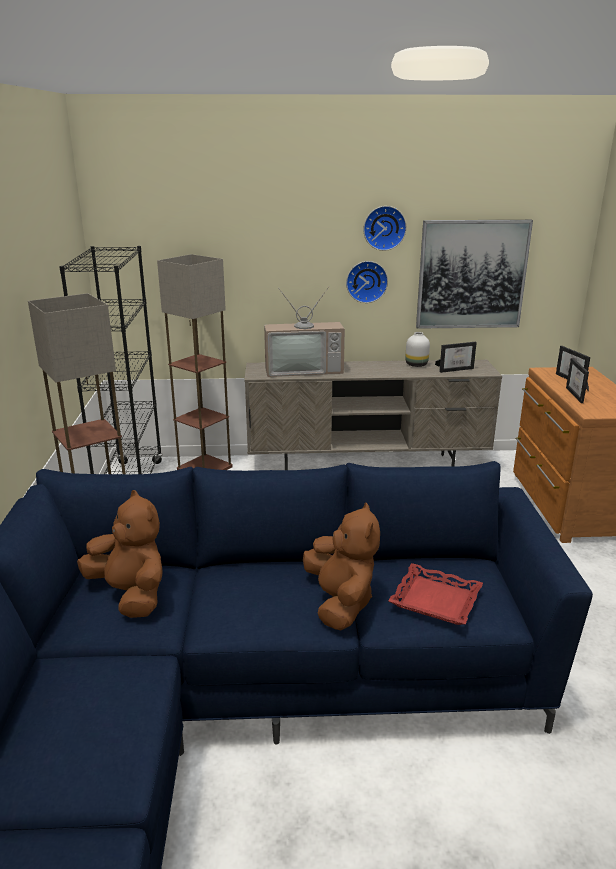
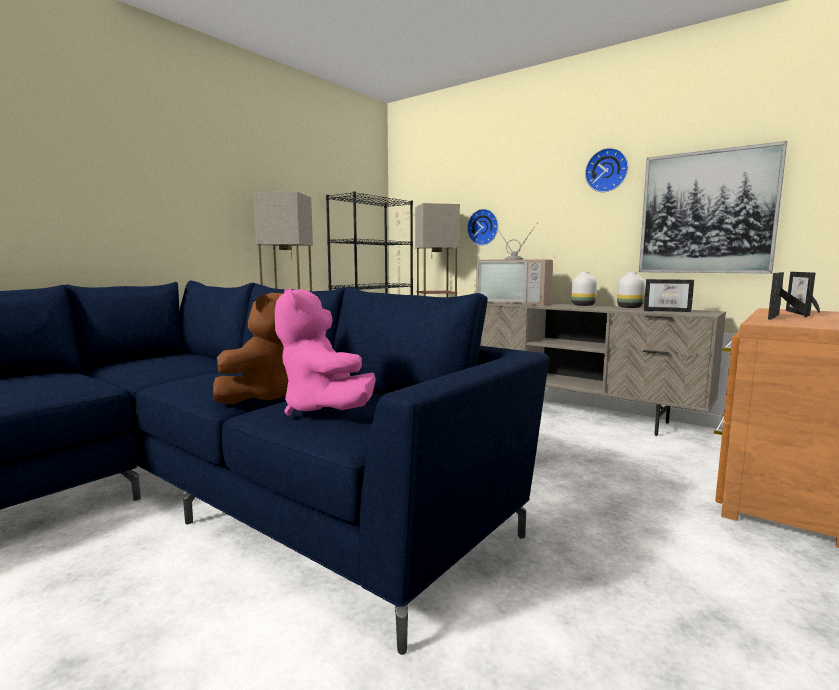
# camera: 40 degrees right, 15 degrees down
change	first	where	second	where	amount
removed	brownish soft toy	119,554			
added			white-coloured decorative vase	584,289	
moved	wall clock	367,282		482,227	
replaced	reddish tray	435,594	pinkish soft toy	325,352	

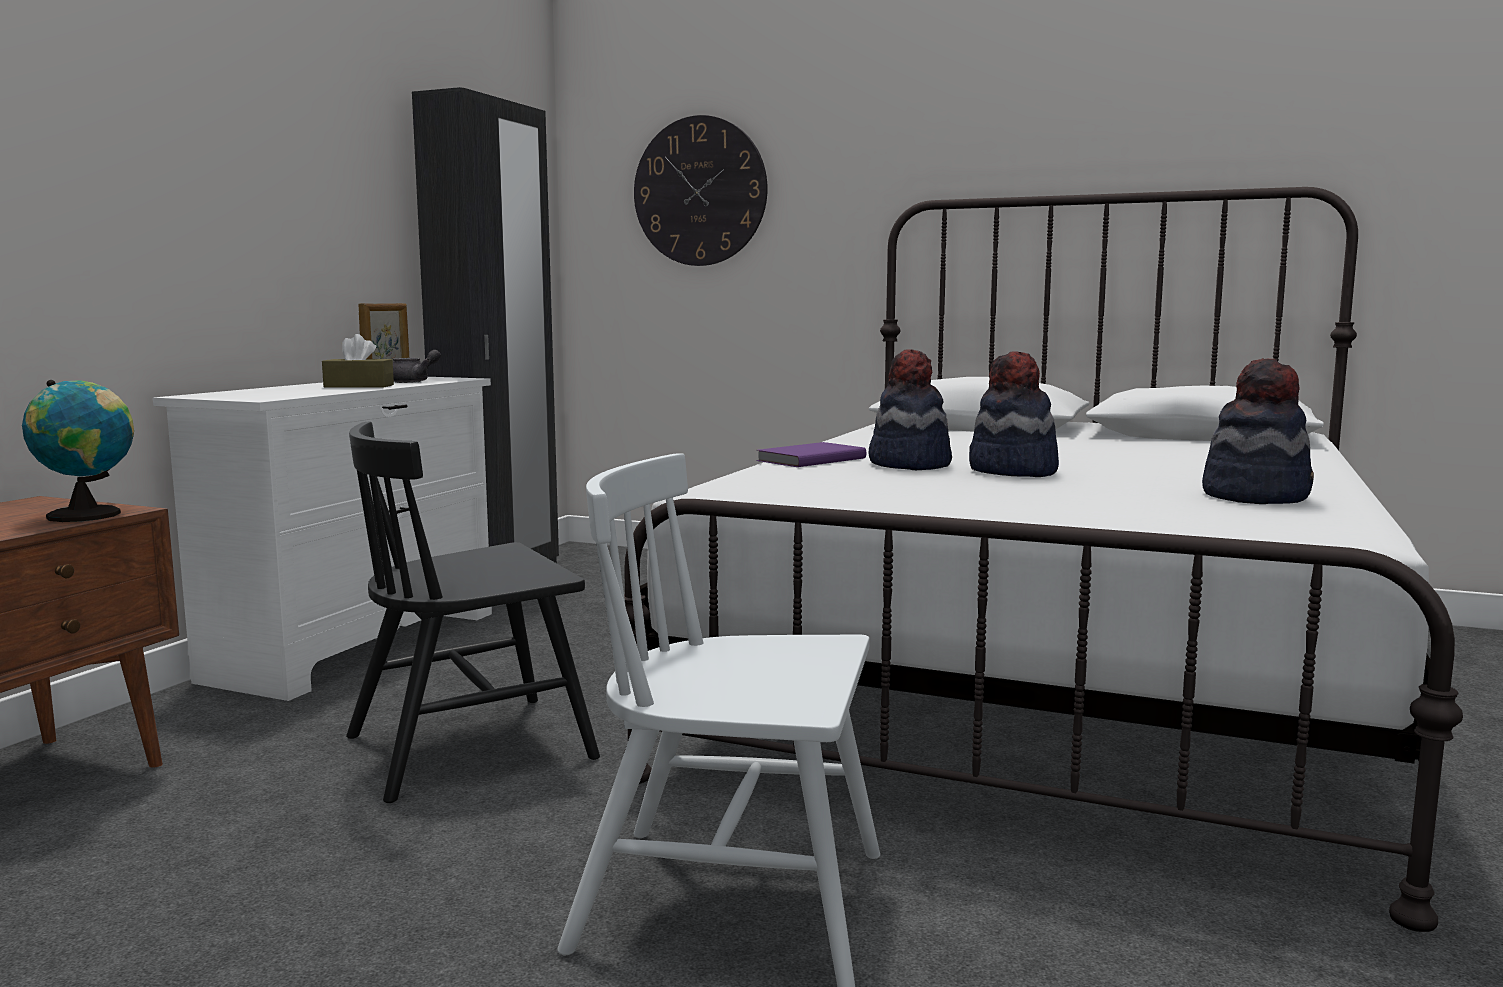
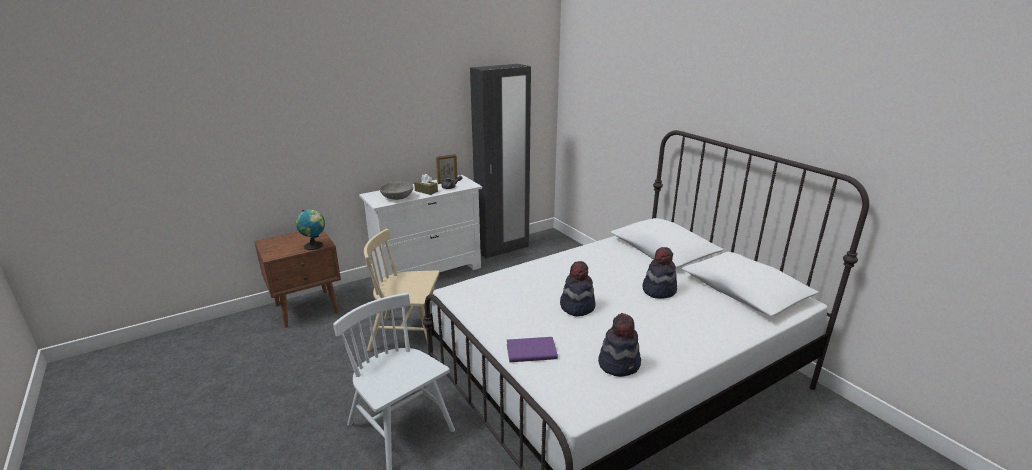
# camera: 35 degrees right, 15 degrees up
change	first	where	second	where	amount
removed	wall clock	700,190			
added			greyish bowl	396,191	
moved	purplish book	811,454		532,349	
moved	hat	910,409		659,273	
recoloured	black-coloured plain chair	473,612	beige-coloured plain chair	401,291	

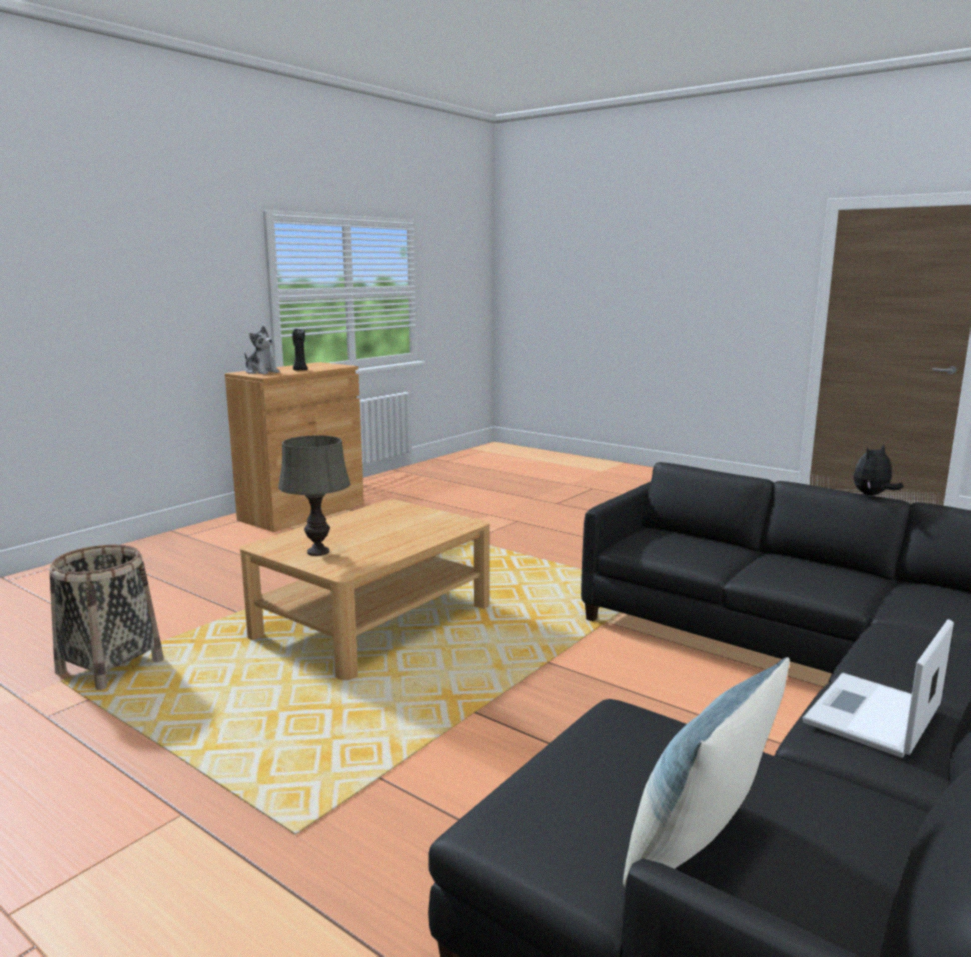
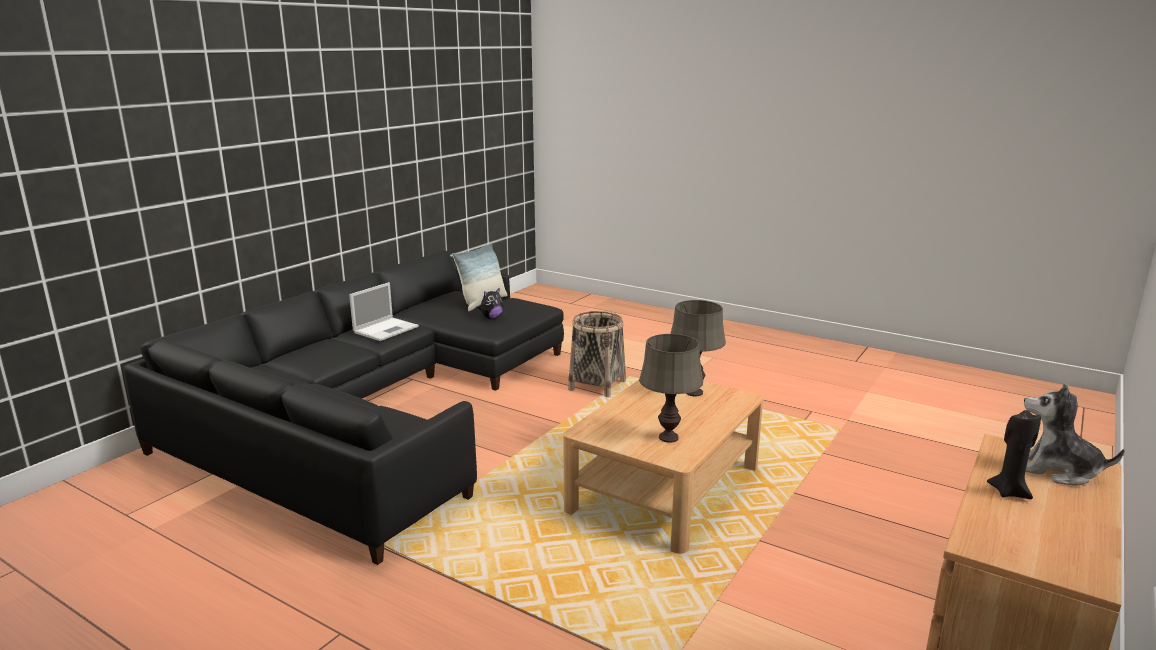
# camera: 175 degrees right, 5 degrees up
change	first	where	second	where	amount
added			greyish lamp for a table	671,388	
moved	storage basket	106,617		597,354	
moved	soft toy	878,469		491,303	

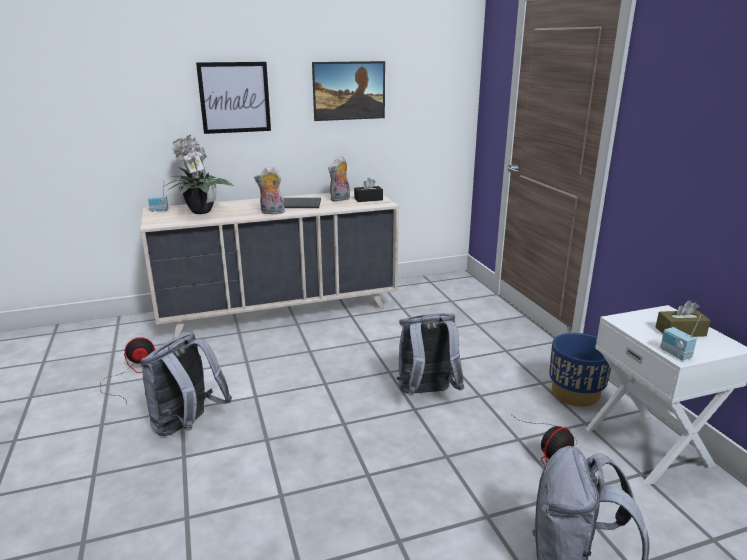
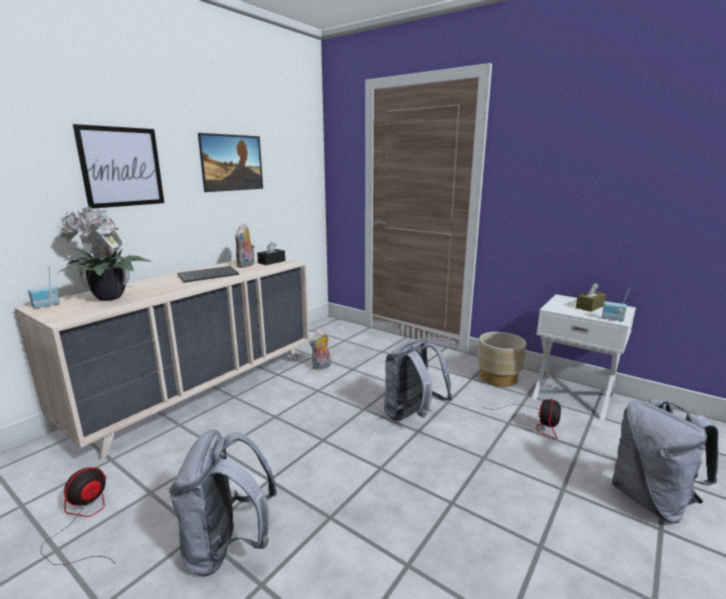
# camera: 35 degrees left, 5 degrees down
change	first	where	second	where	amount
moved	soft toy	269,190		320,350	
recoloured	blue planter	580,370	beige-coloured planter	502,359	

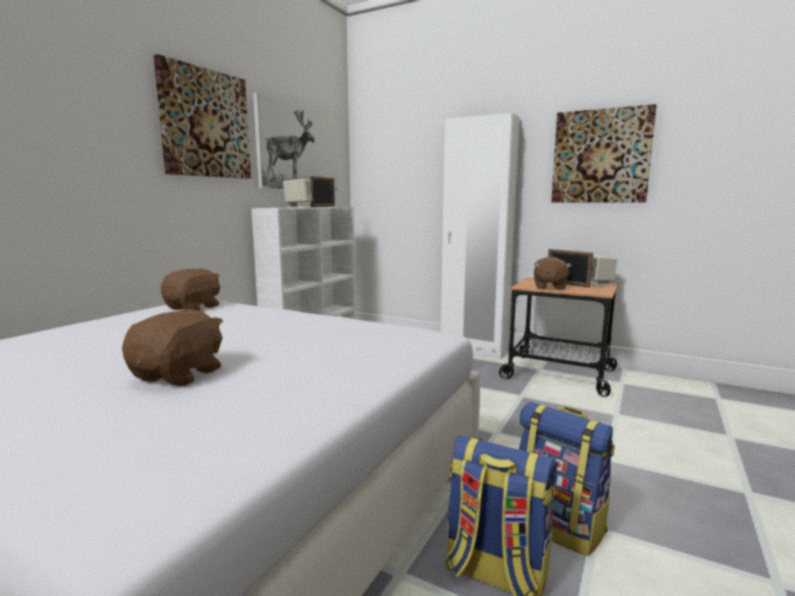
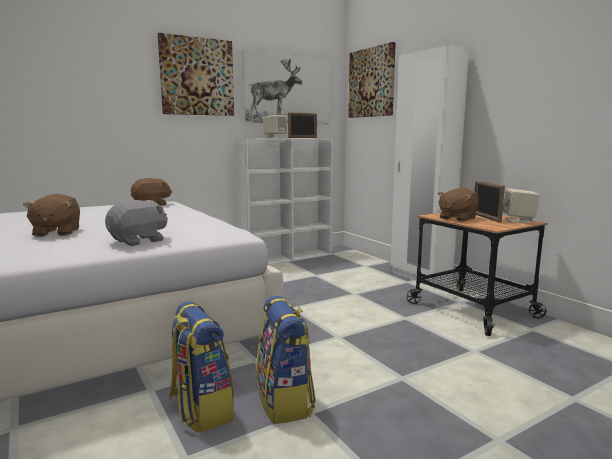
# camera: 30 degrees right, 0 degrees up
change	first	where	second	where	amount
added			greyish soft toy	136,223	
moved	wall picture	604,153		372,80	
turned	brownish soft toy	172,347		51,215	120 degrees clockwise

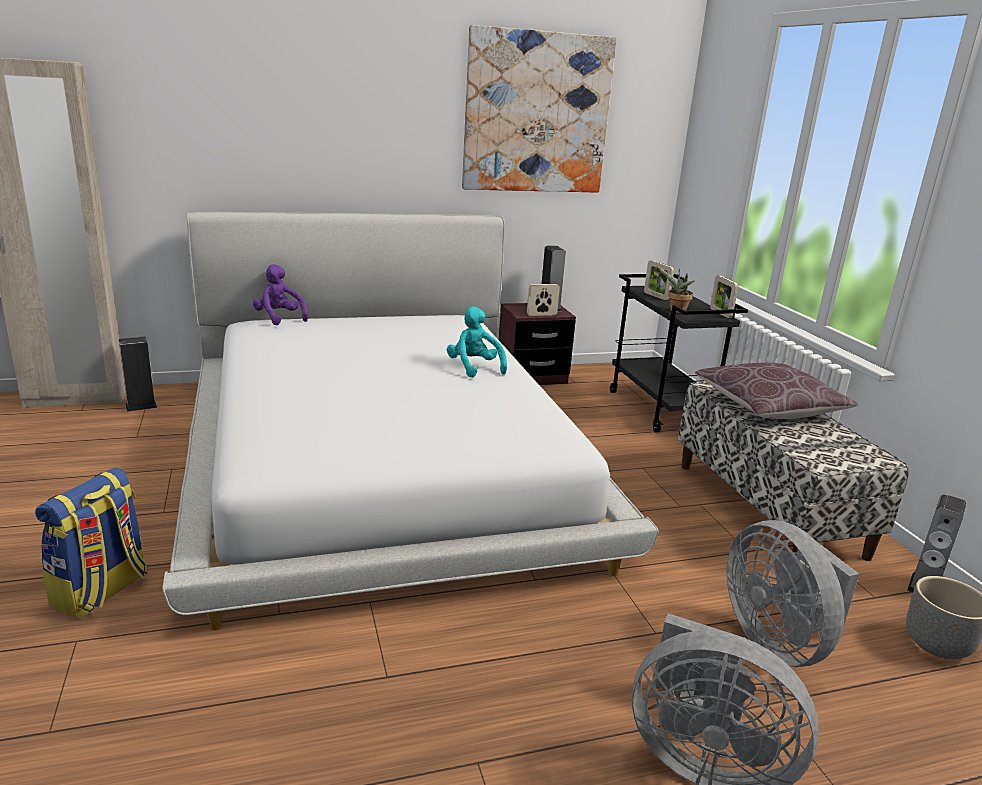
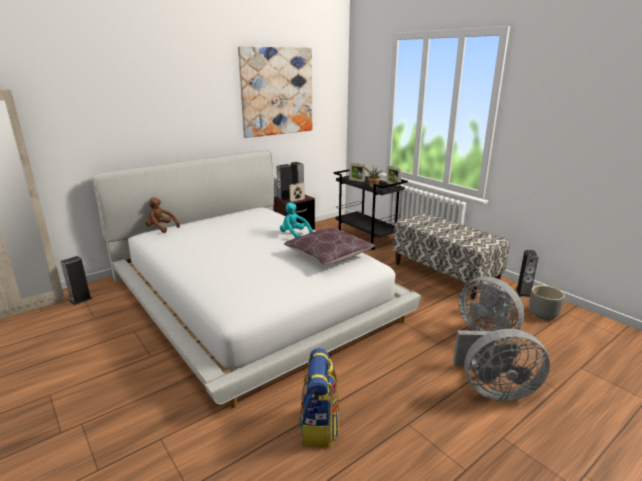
# camera: 20 degrees left, 0 degrees up
change	first	where	second	where	amount
added			loudspeaker	284,182	
moved	backpack	91,543		319,397	
moved	brownish pillow	777,390		329,246	
recoloured	purplish soft toy	280,294	brownish soft toy	162,215	

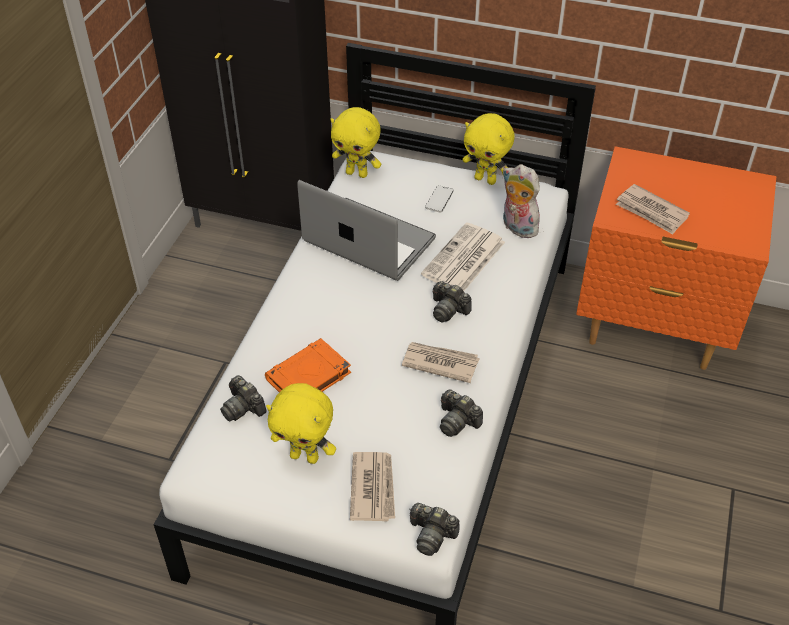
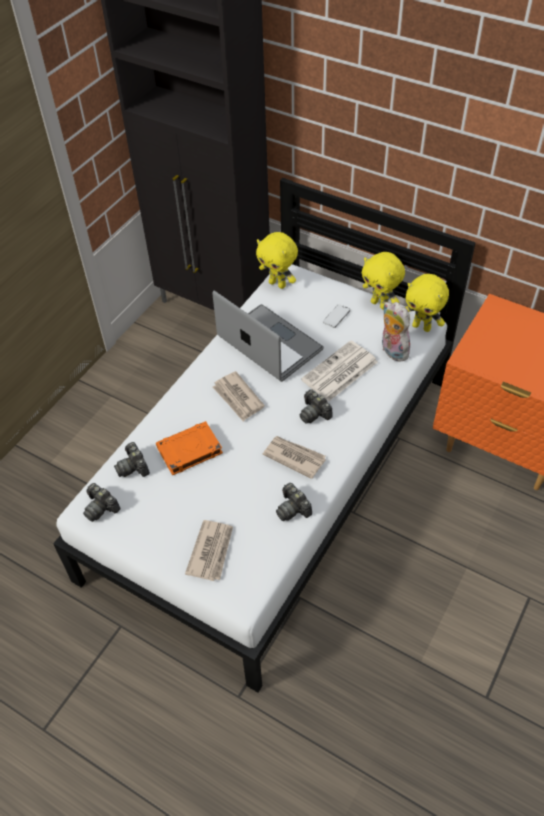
# camera: 15 degrees right, 5 degrees up
change	first	where	second	where	amount
moved	yellow-coloured soft toy	301,423		427,303	
moved	photo camera	434,529		102,502	
moved	newspaper	653,209		239,396	

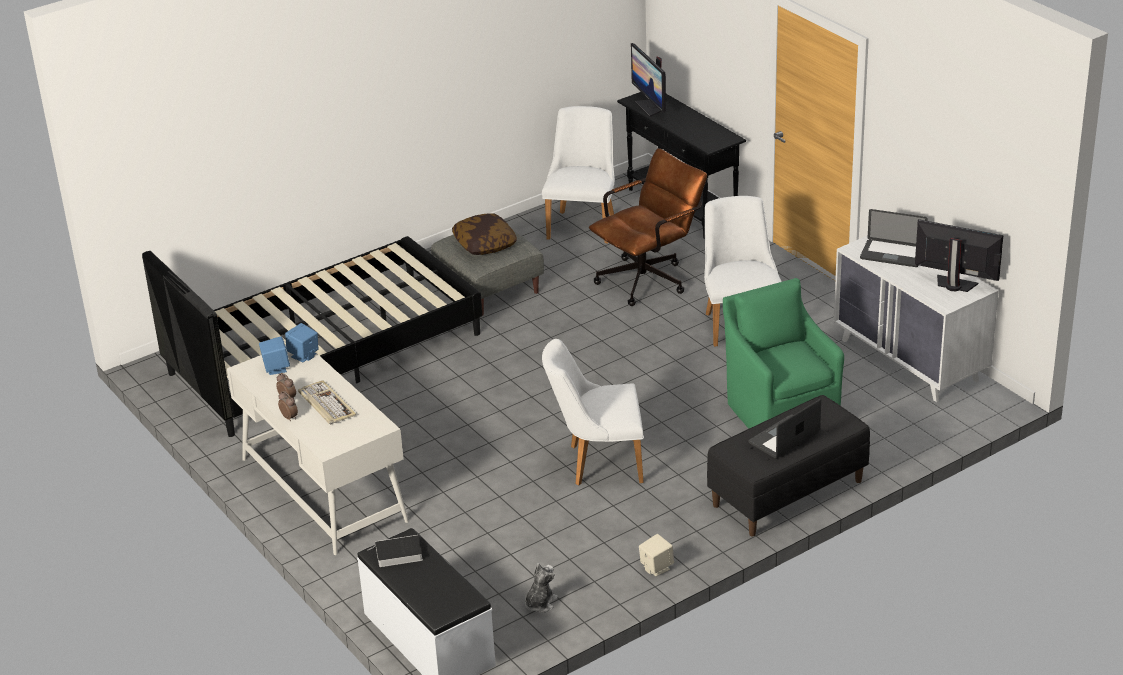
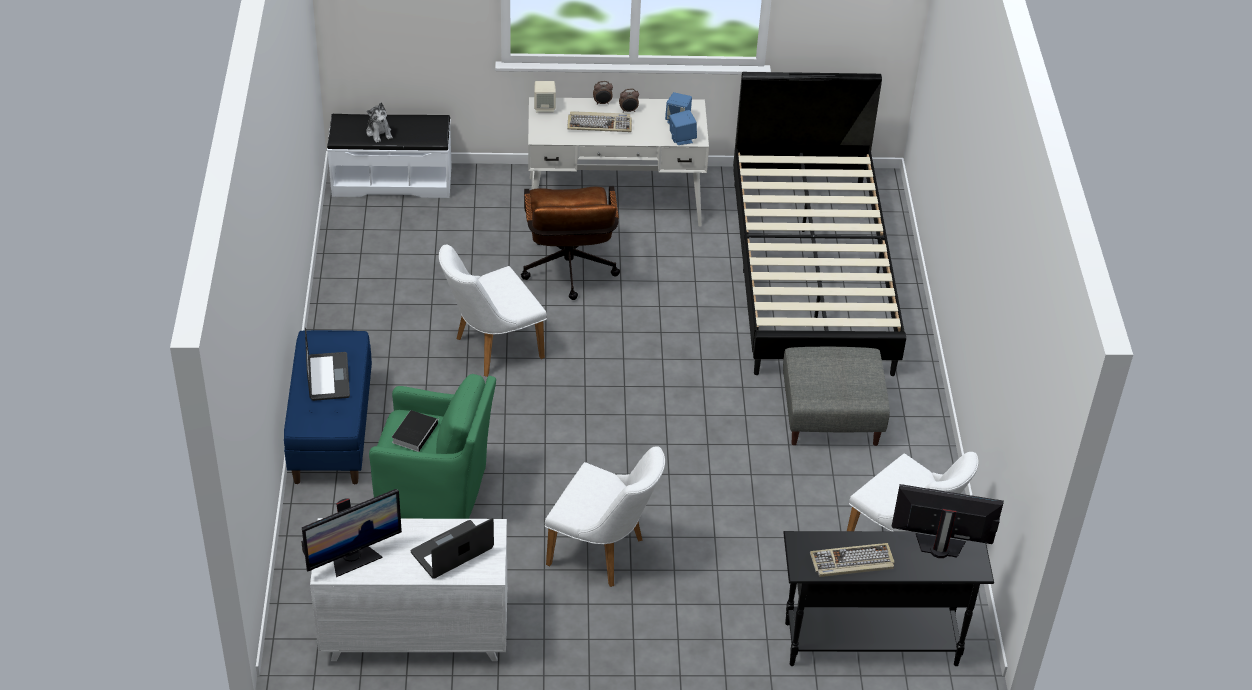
# camera: 120 degrees right, 10 degrees up
change	first	where	second	where	amount
removed	pillow	484,234			
added			PC keyboard	852,560	
moved	book	395,551		416,431	
moved	soft toy	541,588		379,123	
moved	brownish desk chair	648,227		570,243	
moved	beige-coloured loudspeaker	656,555		545,97	
recoloured	black-coloured indoor bench	788,465	blue indoor bench	328,407	
turned	white-coloured plain chair	593,412		493,311	150 degrees counterclockwise

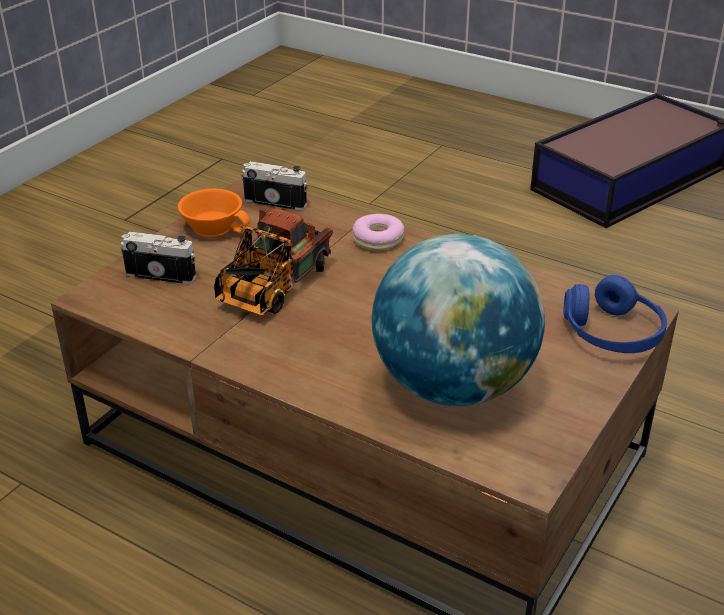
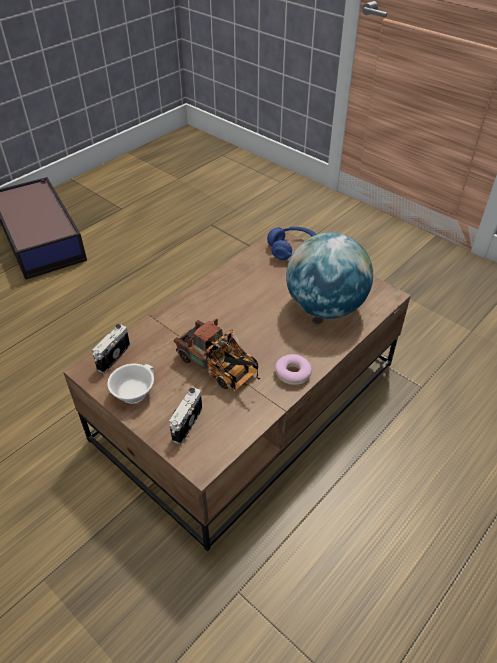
# camera: 80 degrees left, 10 degrees up
change	first	where	second	where	amount
moved	donut	378,232		293,369	
recoloured	orange drinking cup	214,213	white-coloured drinking cup	131,384	

